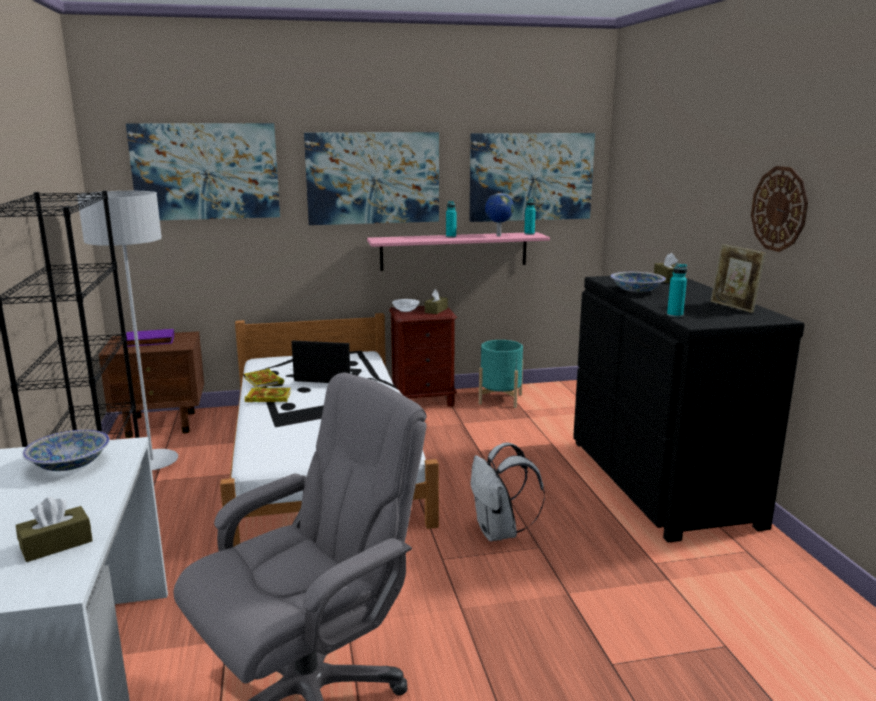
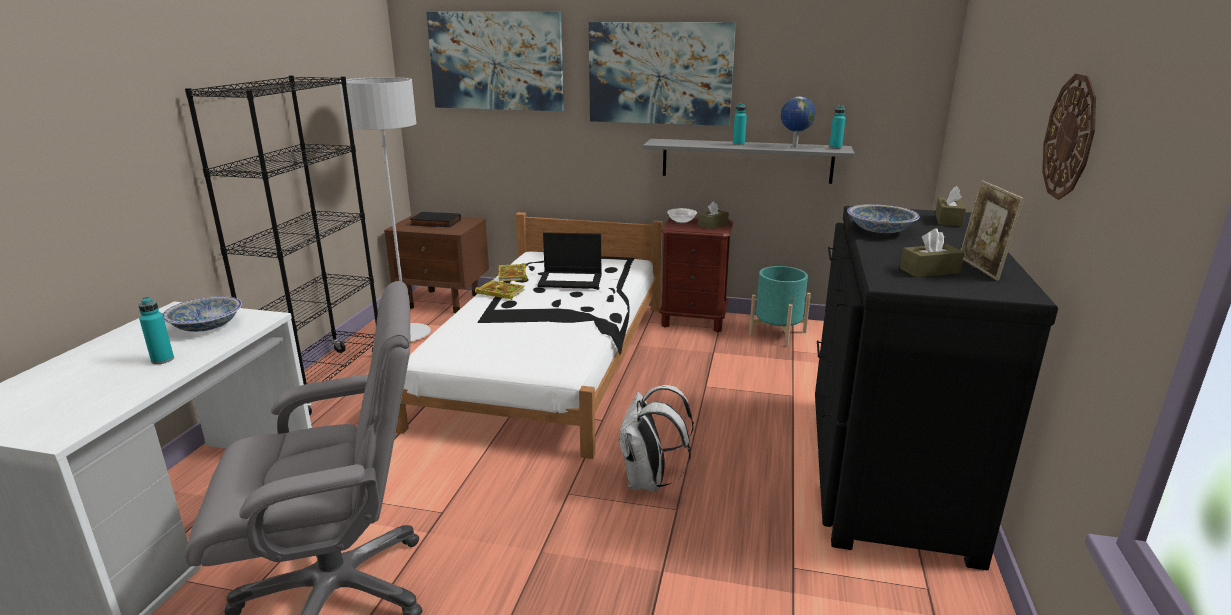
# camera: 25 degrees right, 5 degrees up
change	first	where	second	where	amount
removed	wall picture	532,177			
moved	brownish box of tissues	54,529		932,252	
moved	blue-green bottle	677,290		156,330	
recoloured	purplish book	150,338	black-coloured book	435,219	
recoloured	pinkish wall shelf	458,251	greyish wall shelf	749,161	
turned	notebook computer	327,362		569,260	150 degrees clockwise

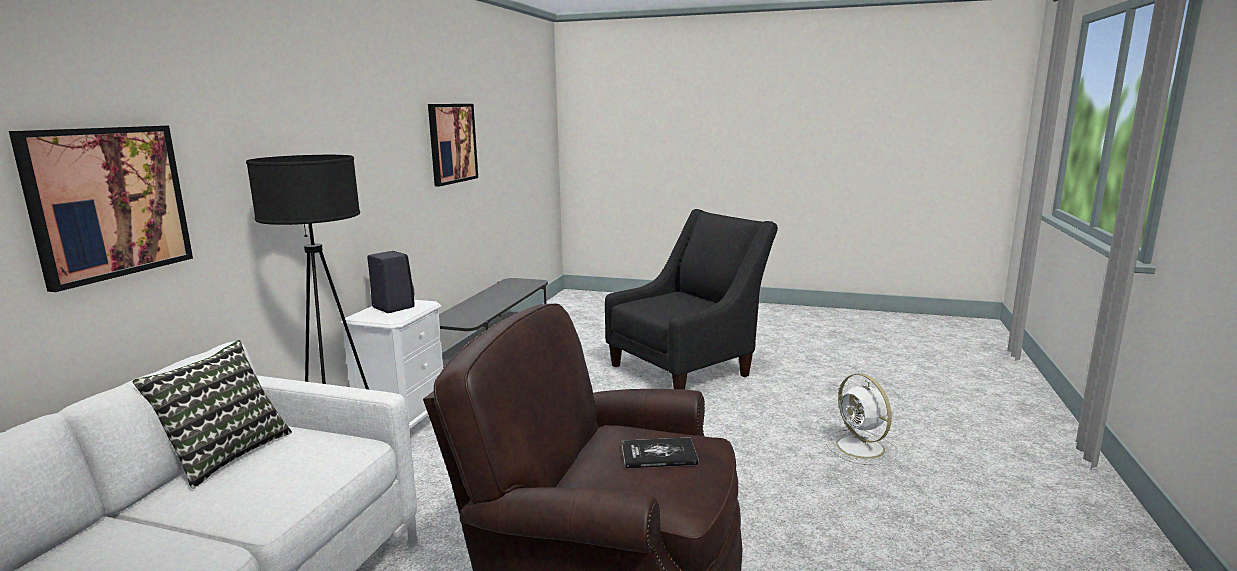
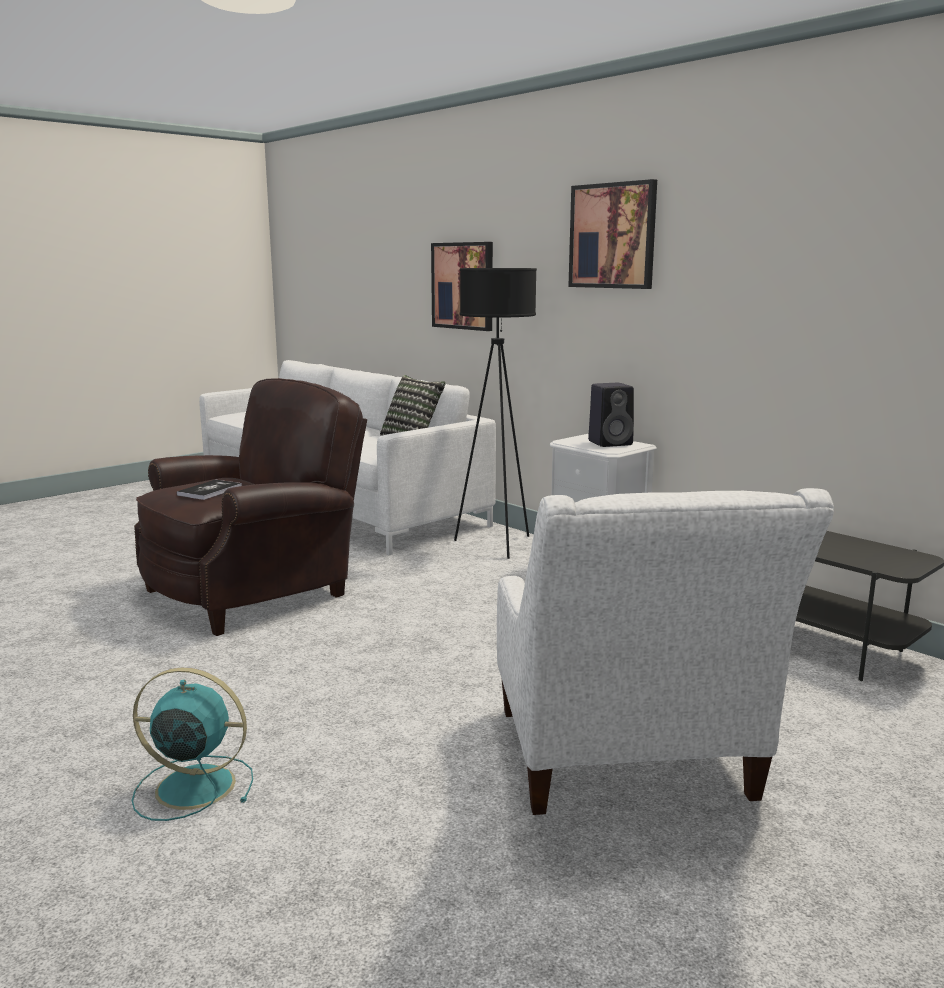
# camera: 120 degrees right, 0 degrees up
change	first	where	second	where	amount
moved	wall picture	453,145		612,234	
recoloured	black-coloured easy chair	691,299	white-coloured easy chair	665,651	
recoloured	white-coloured electric fan	863,419	blue-green electric fan	192,744	

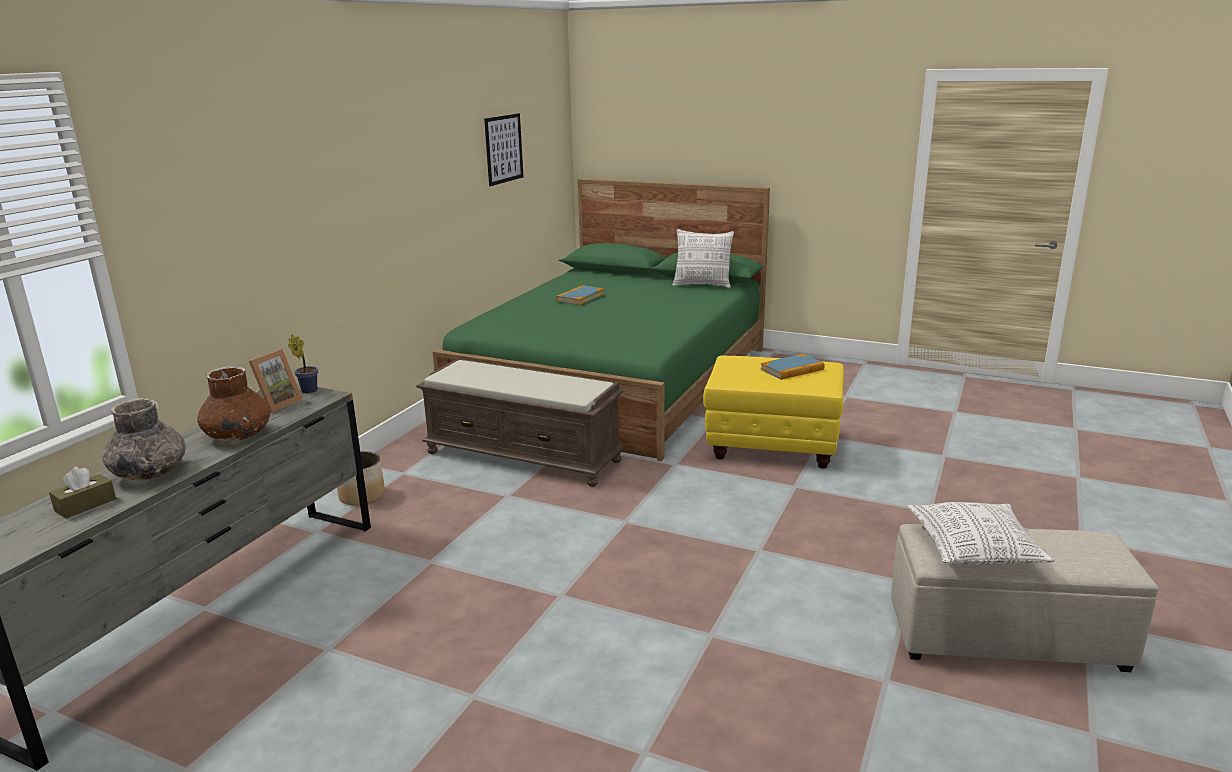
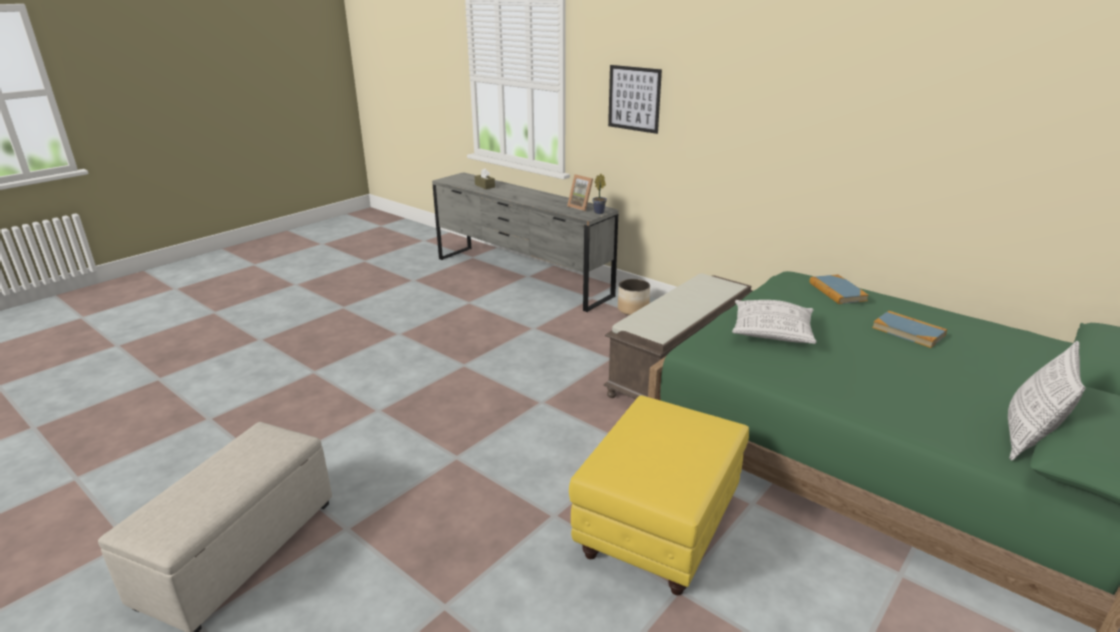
# camera: 105 degrees right, 5 degrees up
change	first	where	second	where	amount
removed	greyish decorative vase	144,439			
removed	brownish decorative vase	233,403			
moved	wall picture	503,149		635,99	
moved	book	793,367		839,289	
moved	pillow	981,534		774,322	

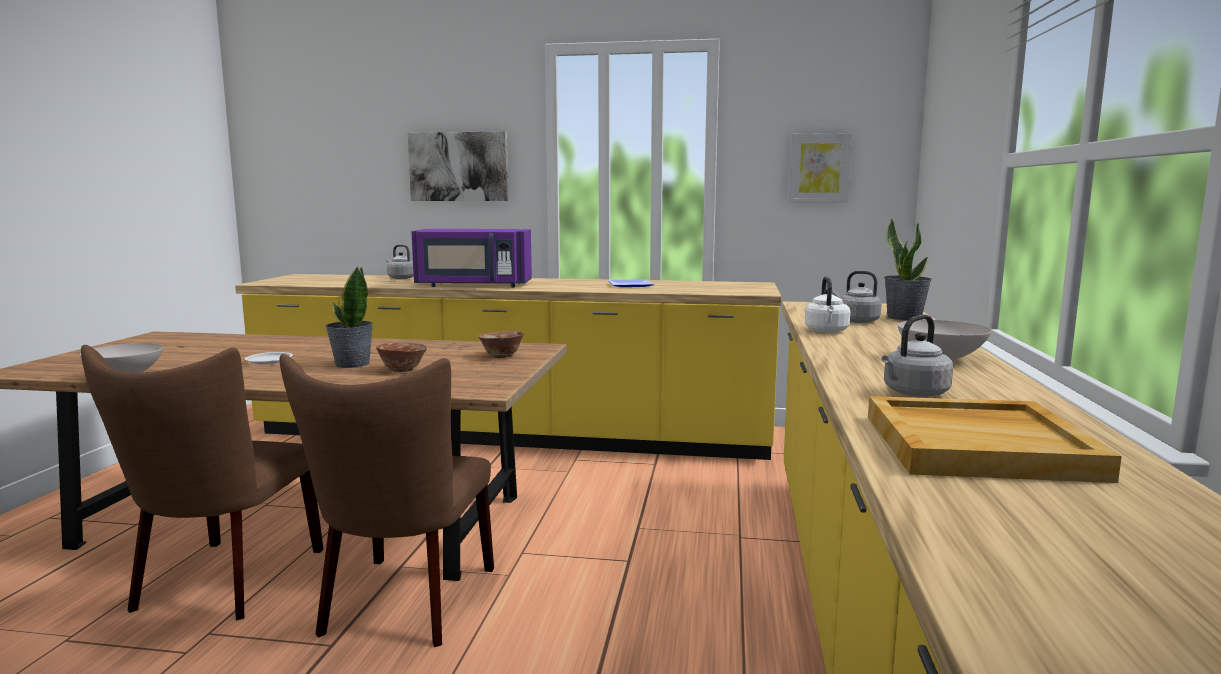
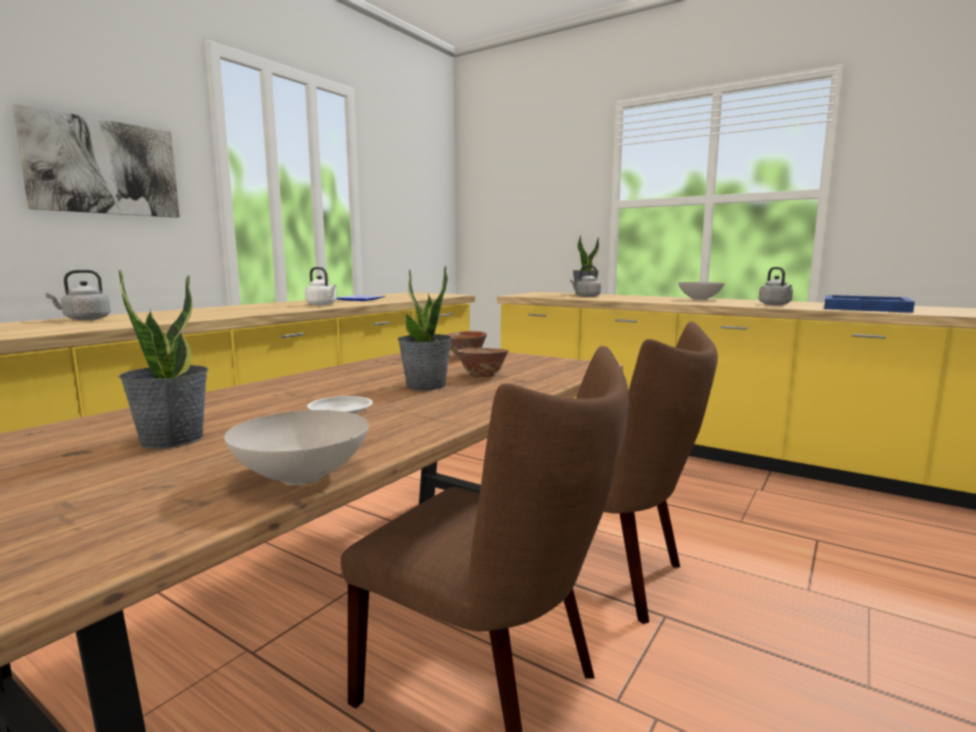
# camera: 65 degrees left, 0 degrees up
change	first	where	second	where	amount
removed	purplish kitchen microwave	471,258			
removed	wall picture	820,168			
added			houseplant	163,359	
moved	white-coloured water kettle	827,304		320,286	
recoloured	beige-coloured tray	995,439	blue tray	869,304	

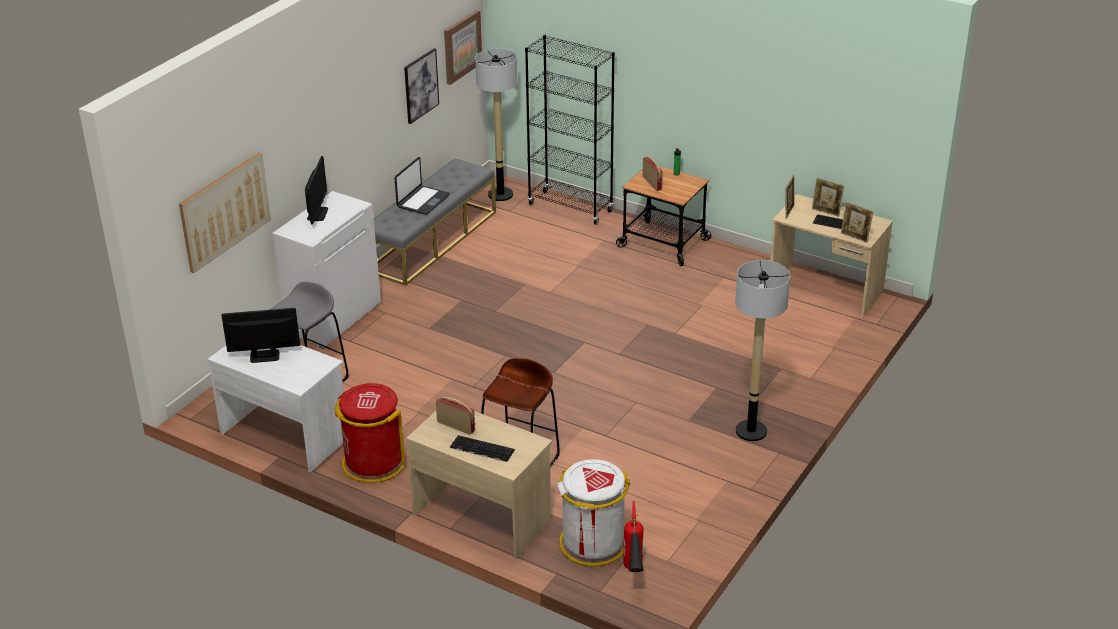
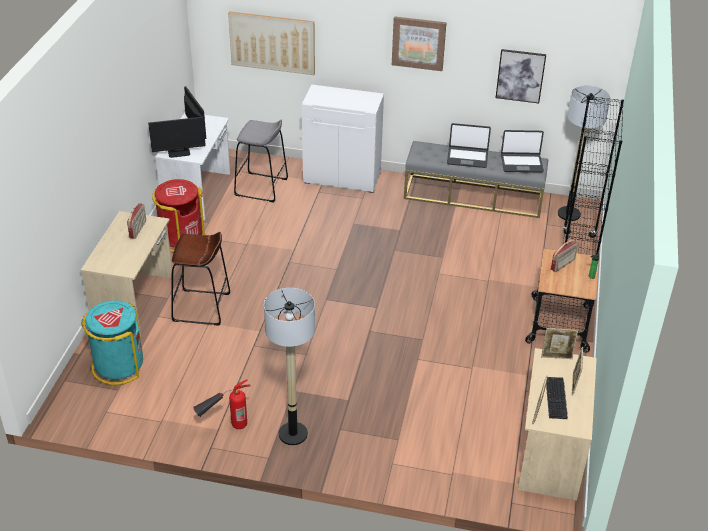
# camera: 70 degrees right, 5 degrees up
change	first	where	second	where	amount
removed	PC keyboard	482,448			
added			notebook computer	522,151	
moved	computer screen	316,190		177,137	
moved	wall picture	463,47		419,43	
moved	fire extinguisher	633,536		221,404	
recoloured	white-coloured rubbish bin	593,512	blue-green rubbish bin	112,342	

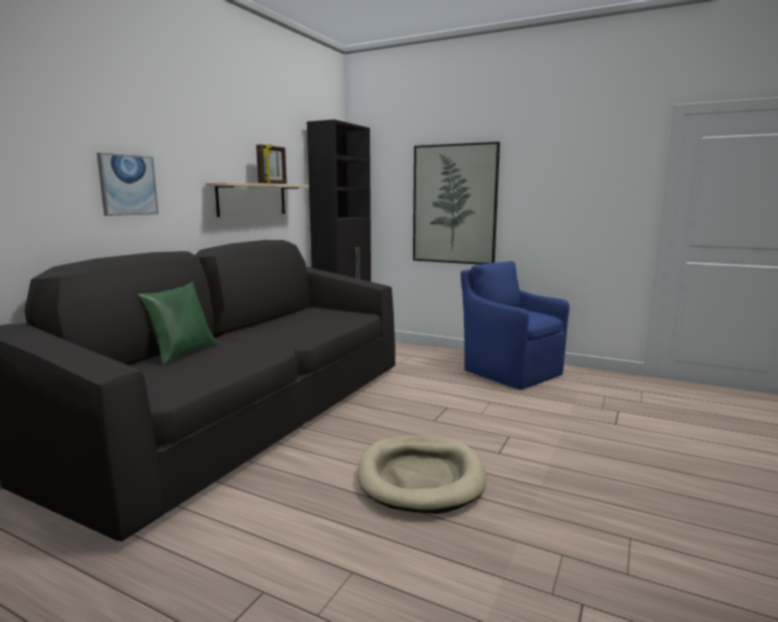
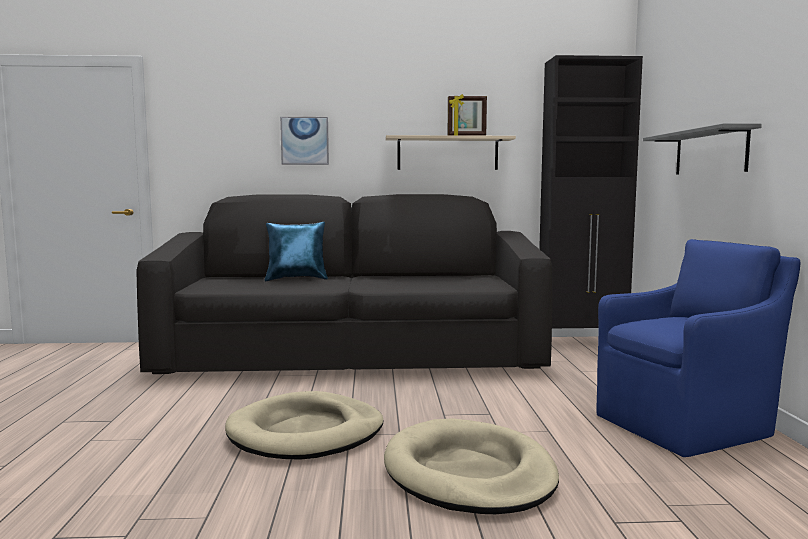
# camera: 60 degrees right, 5 degrees down
change	first	where	second	where	amount
added			beige-coloured dog cushion	471,466	
replaced	wall picture	456,203	greyish wall shelf	702,148	
recoloured	green-coloured pillow	177,324	blue pillow	296,251	
turned	blue easy chair	515,325		698,348	45 degrees clockwise

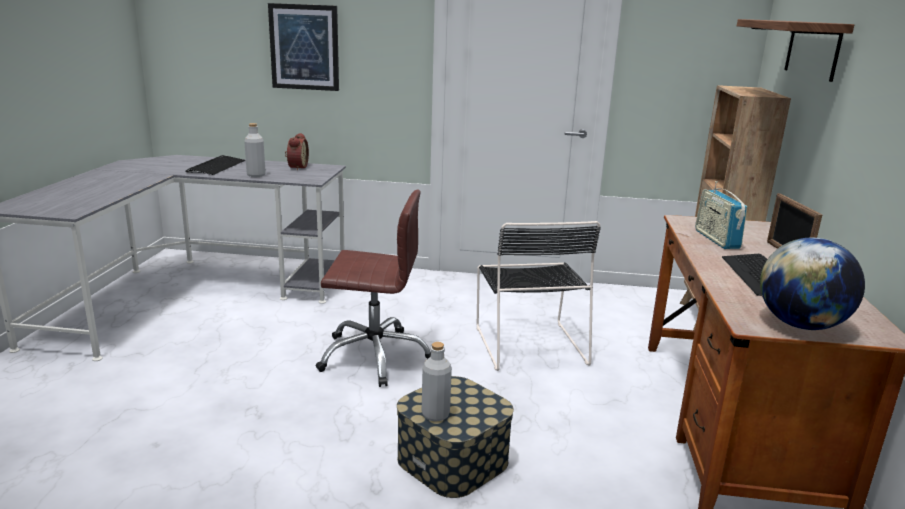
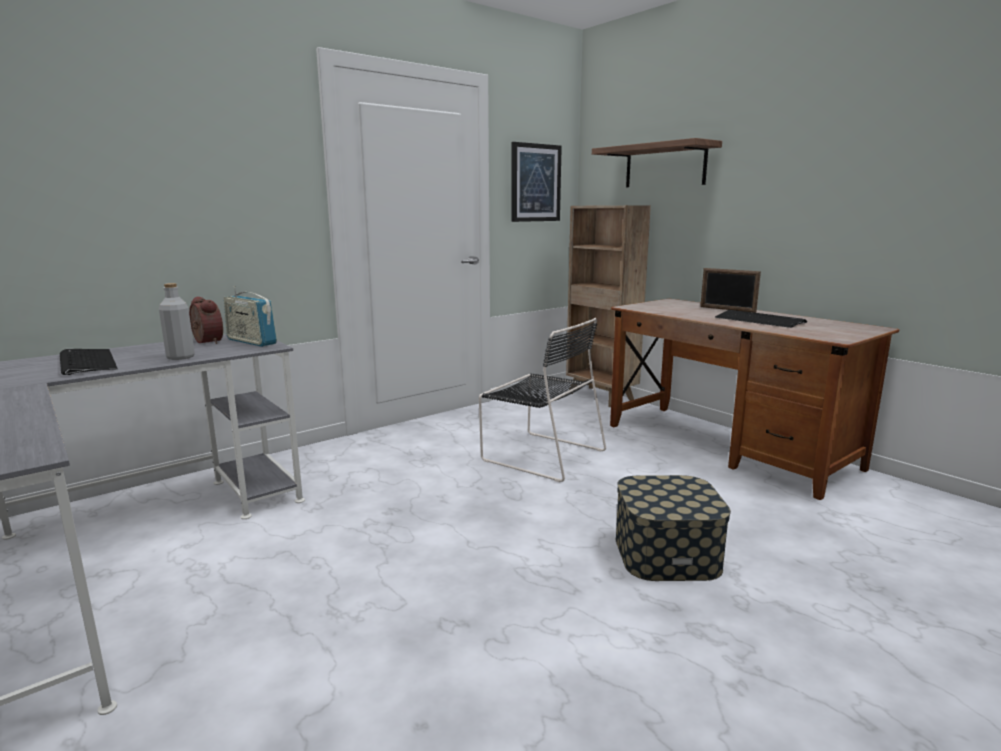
# camera: 45 degrees left, 5 degrees down
change	first	where	second	where	amount
removed	brownish desk chair	373,288			
removed	greyish bottle	437,382			
removed	world globe	812,284			
moved	wall picture	303,47		536,182	
moved	radio set	721,215		250,316	

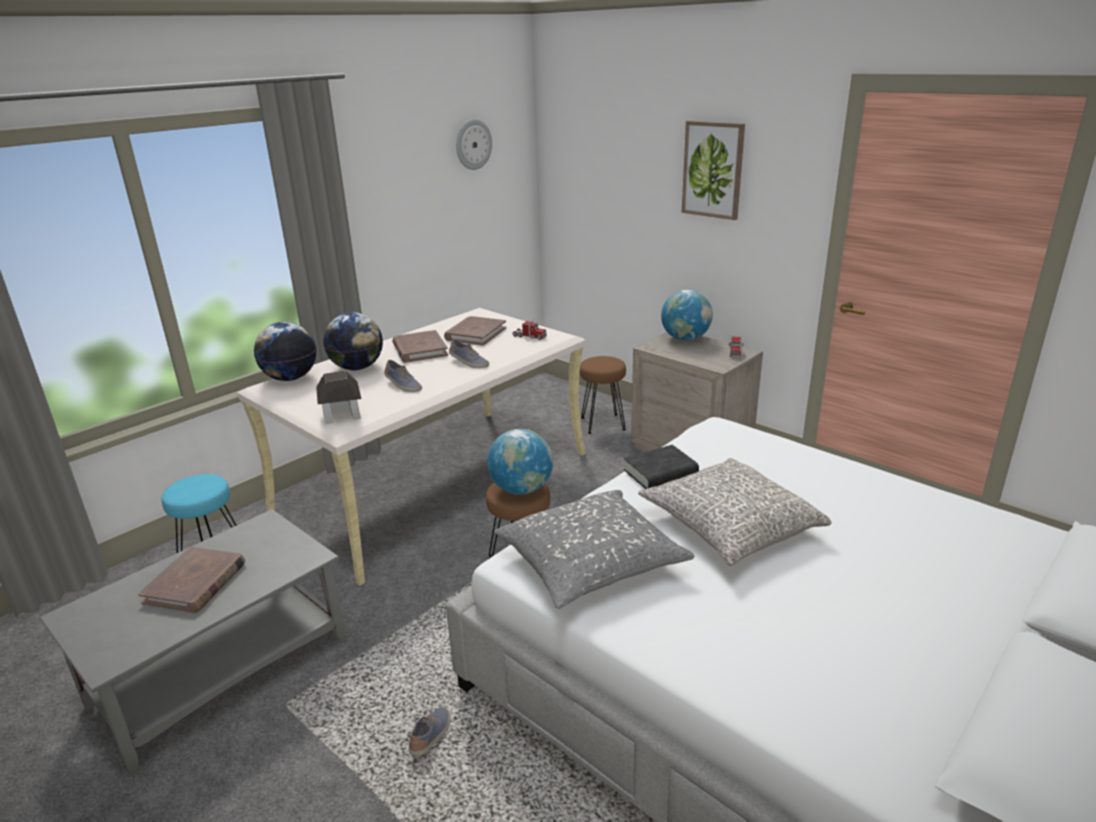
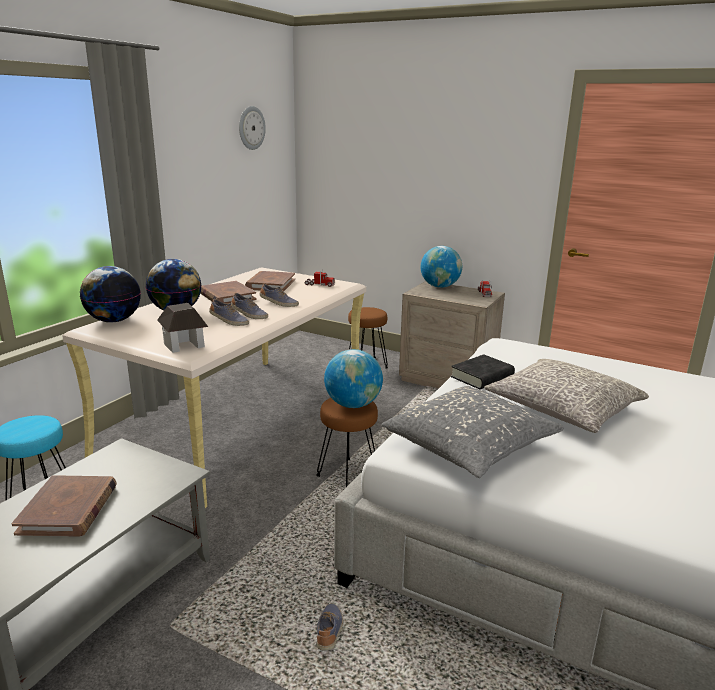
# camera: 15 degrees left, 5 degrees down
change	first	where	second	where	amount
removed	wall picture	713,170			
added			shoe	249,306	

